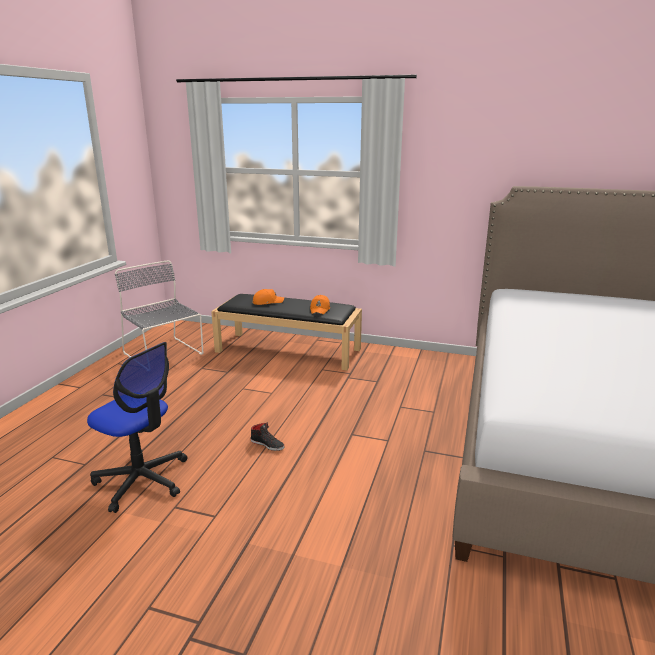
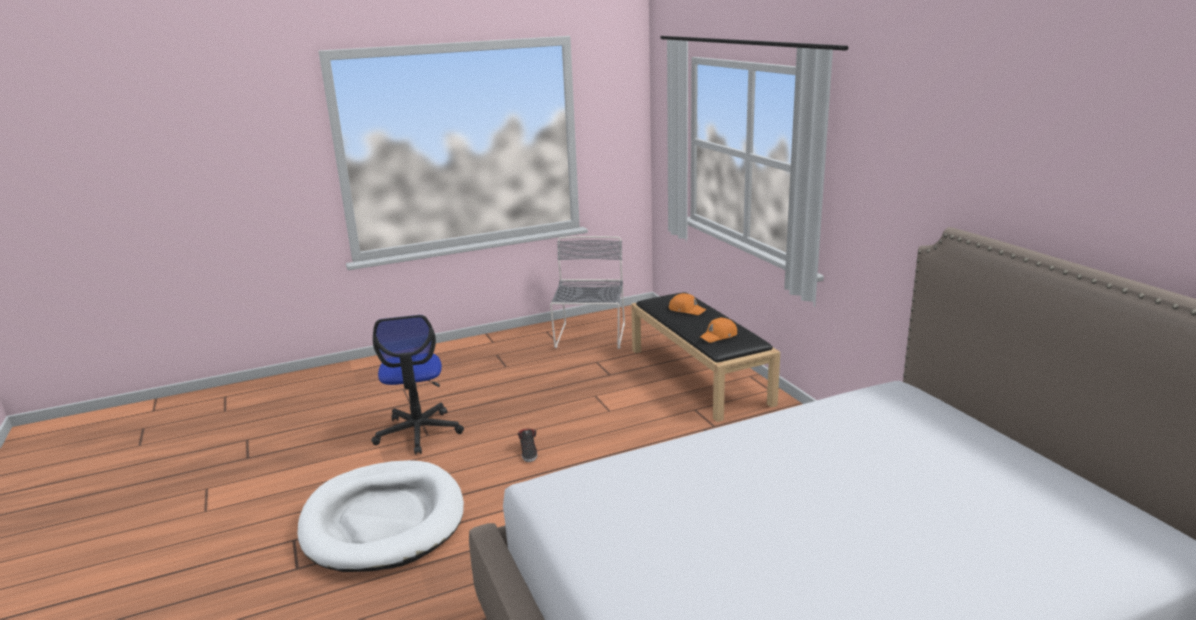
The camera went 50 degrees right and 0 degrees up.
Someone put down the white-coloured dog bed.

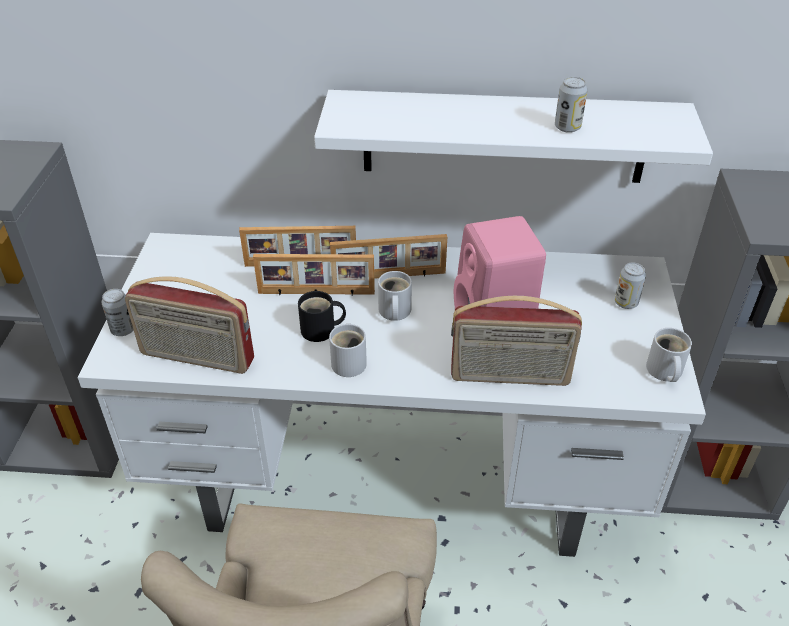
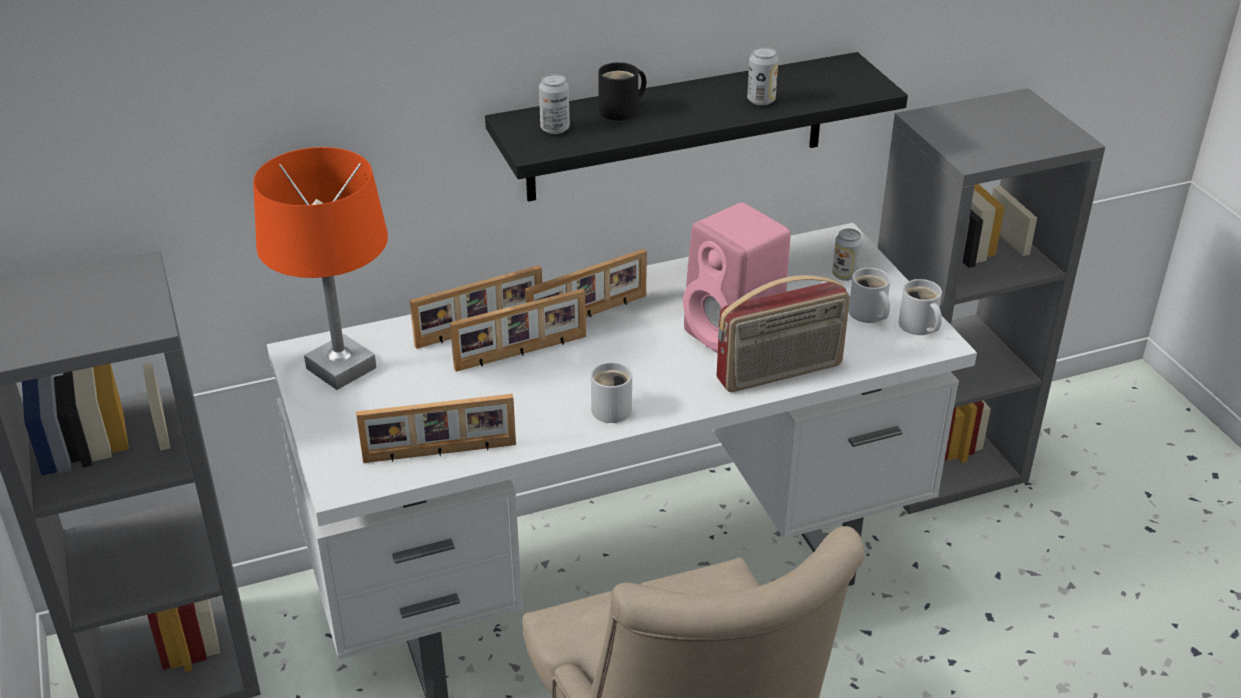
The camera went 25 degrees left and 5 degrees down.
Someone put down the orange-coloured lamp for a table.
Someone swapped the radio (no. 1 from left) for the picture frame (no. 1 from left).
Someone repainted the white-coloured shelf, which became the black-coloured shelf.
Someone carried the sealed can (no. 1 from left).
Someone carried the black-coloured mug.
Someone carried the white-coloured mug (no. 2 from left).

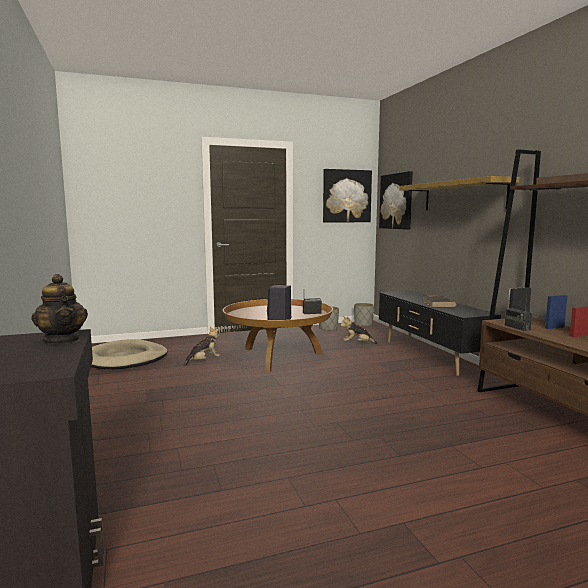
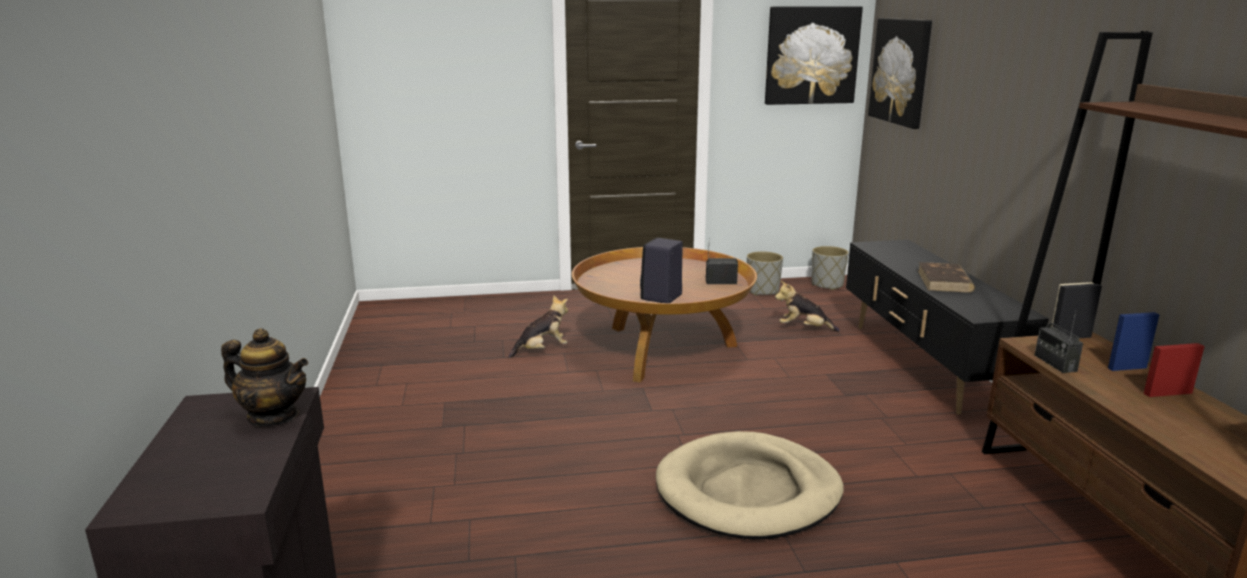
The camera went 10 degrees right and 10 degrees up.
Someone rotated the tea pot by 45 degrees counterclockwise.
Someone carried the beige dog bed.
Someone took away the shelf.

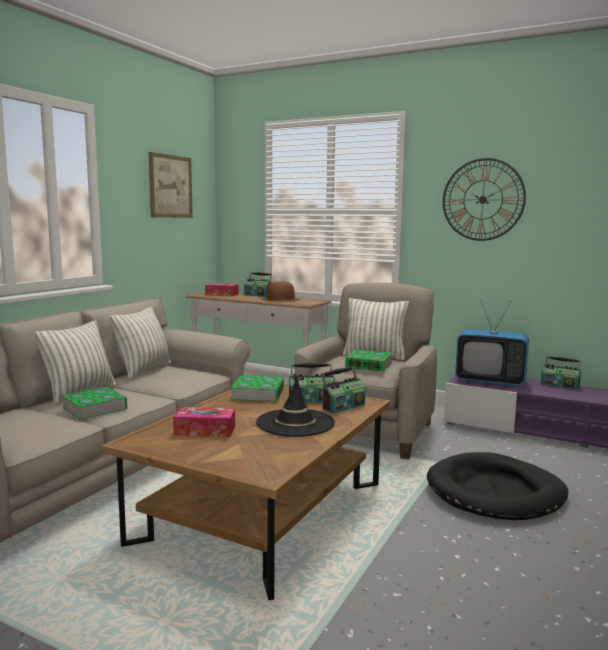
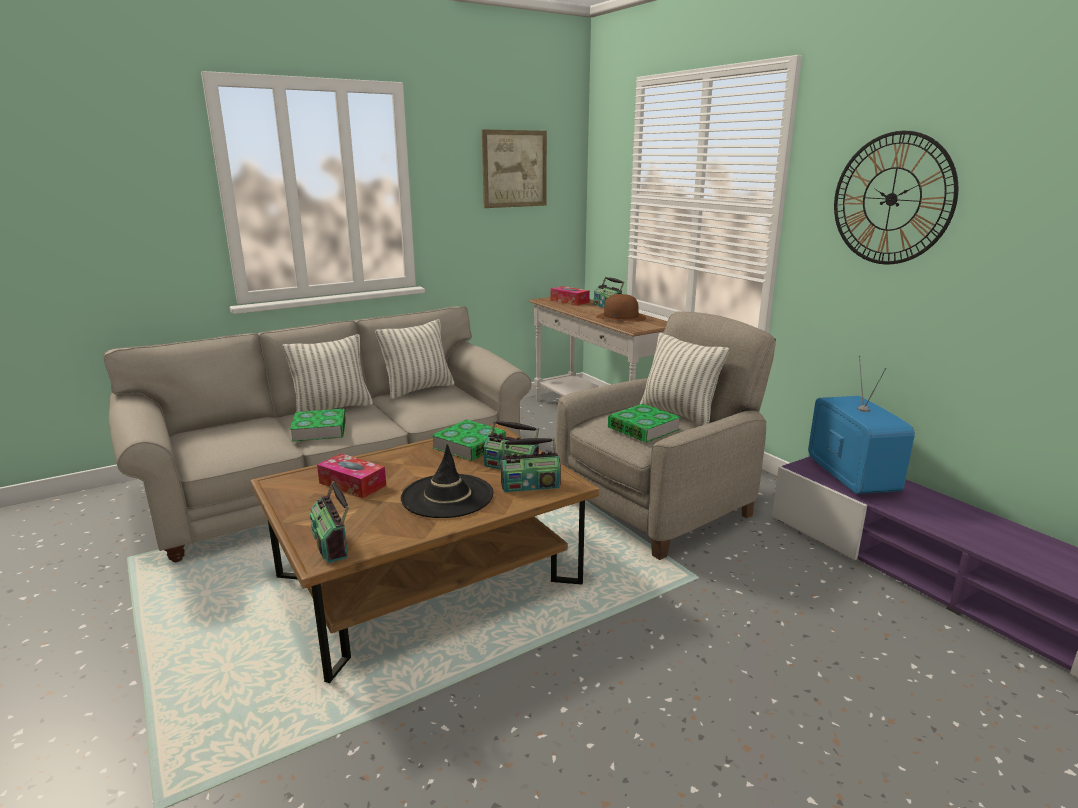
The camera went 30 degrees right and 10 degrees up.
Someone carried the radio (no. 4 from left in the first image).
Someone rotated the TV by 150 degrees counterclockwise.
Someone took away the black-coloured dog bed.

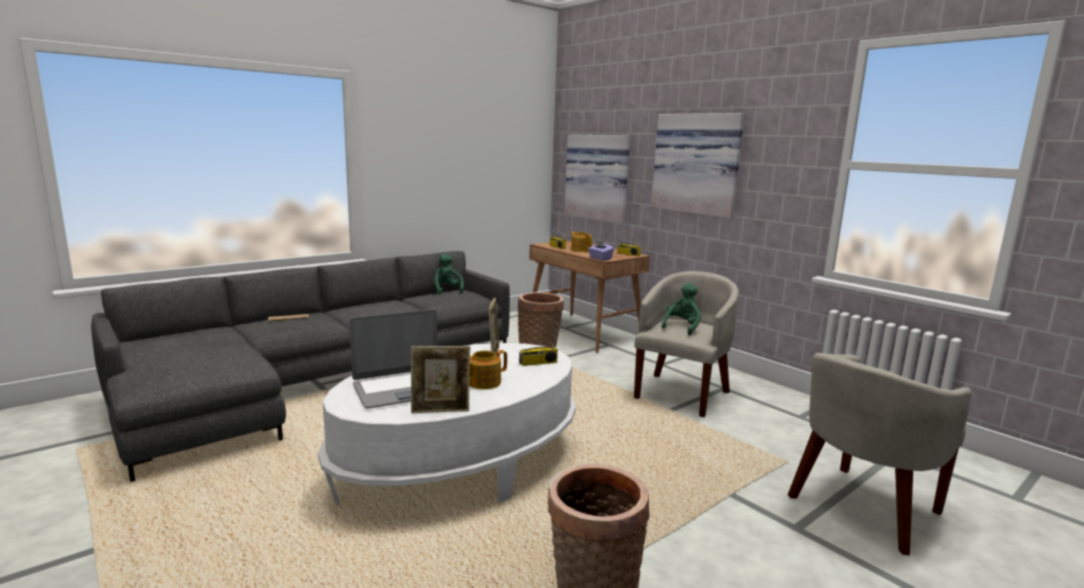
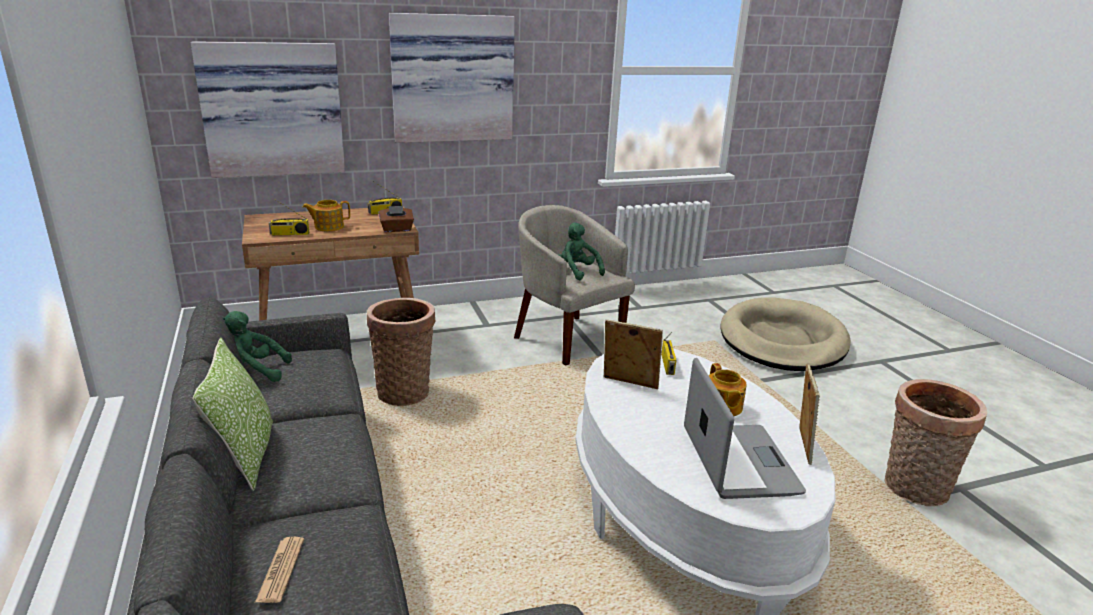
The camera went 70 degrees left and 10 degrees up.
Someone put down the throw pillow.
Someone repainted the purple-coloured box of tissues, which became the brown box of tissues.
Someone swapped the beige easy chair (no. 2 from left) for the beige dog bed.

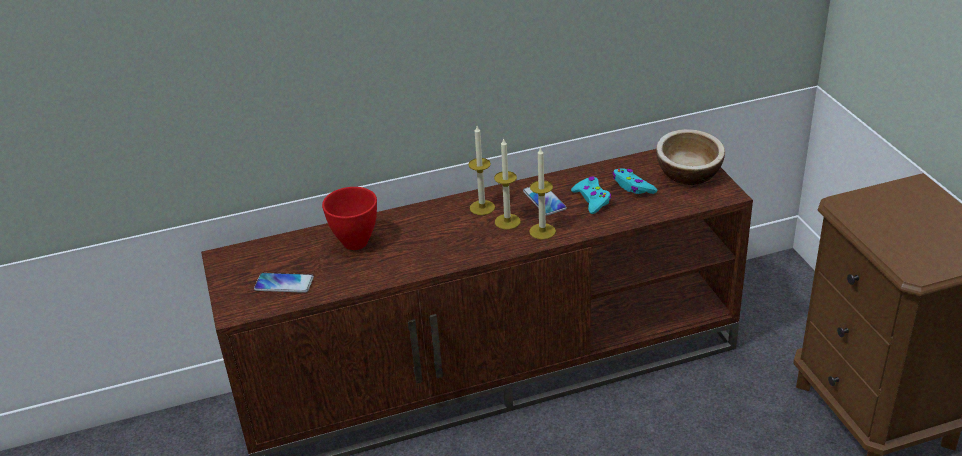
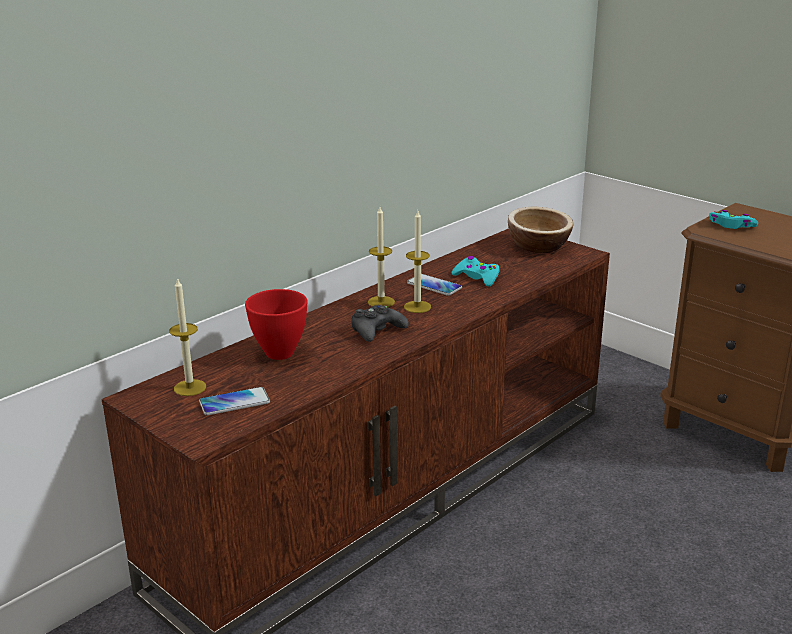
The camera went 30 degrees left and 10 degrees down.
Someone carried the candle (no. 3 from left in the first image).
Someone put down the black-coloured game controller.
Someone carried the turquoise game controller (no. 2 from left).

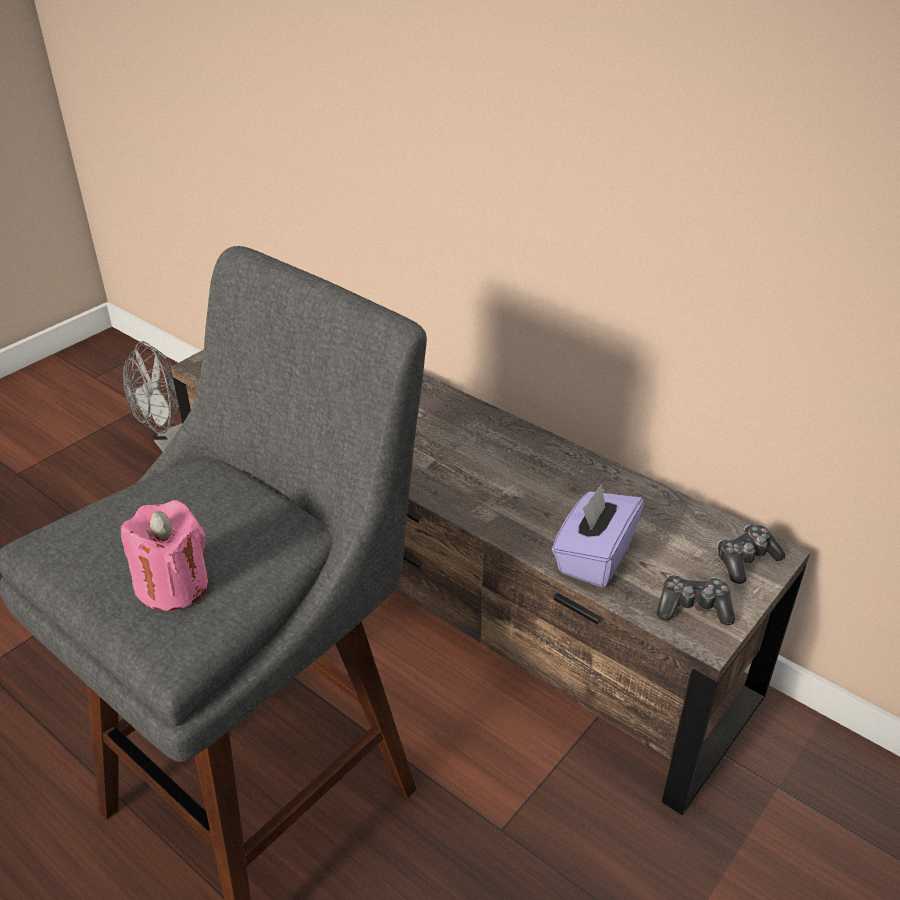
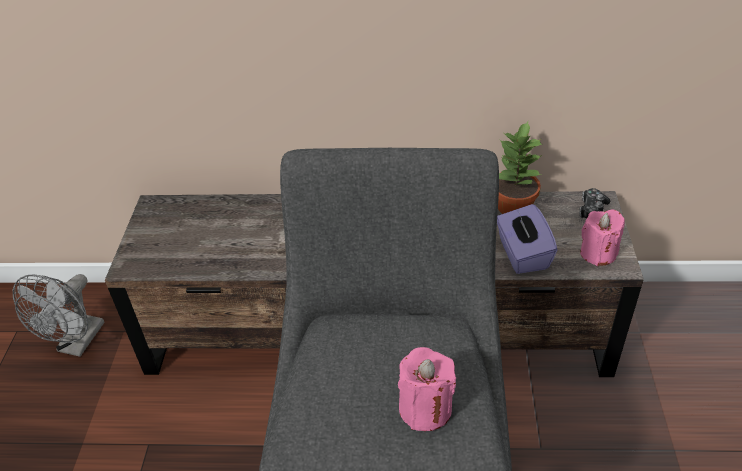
The camera went 35 degrees left and 5 degrees up.
Someone put down the houseplant.
Someone swapped the game controller (no. 1 from left) for the pink-coloured candle (no. 2 from left).

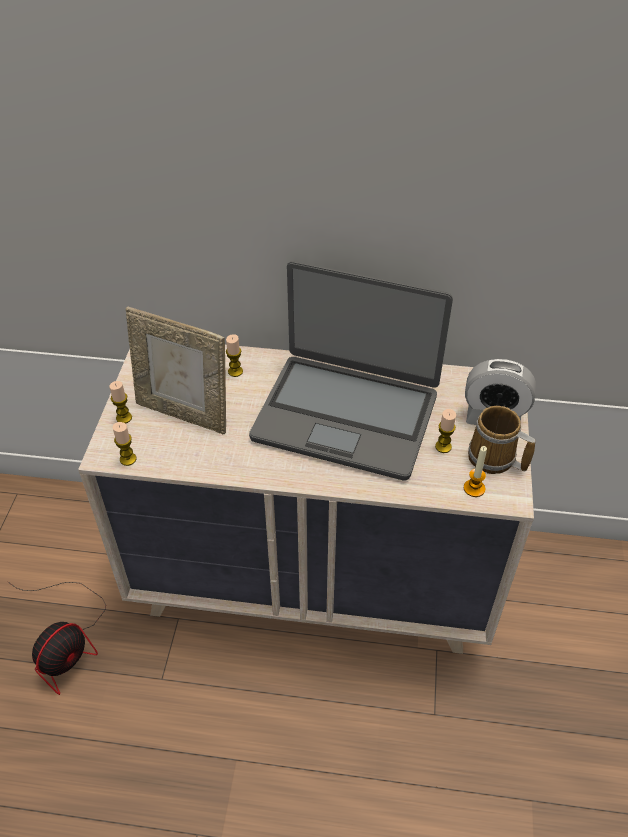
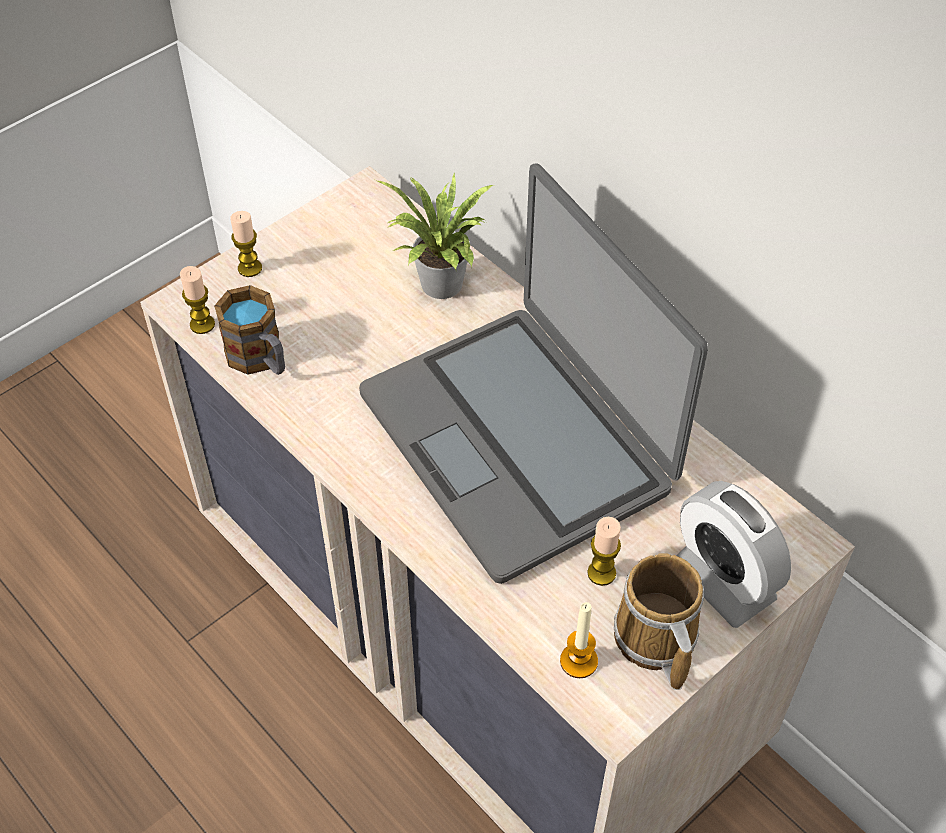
The camera went 40 degrees right and 5 degrees up.
Someone put down the mug (no. 1 from left).
Someone swapped the candle (no. 3 from left) for the houseplant.
Someone took away the cooling fan.
Someone took away the picture frame.

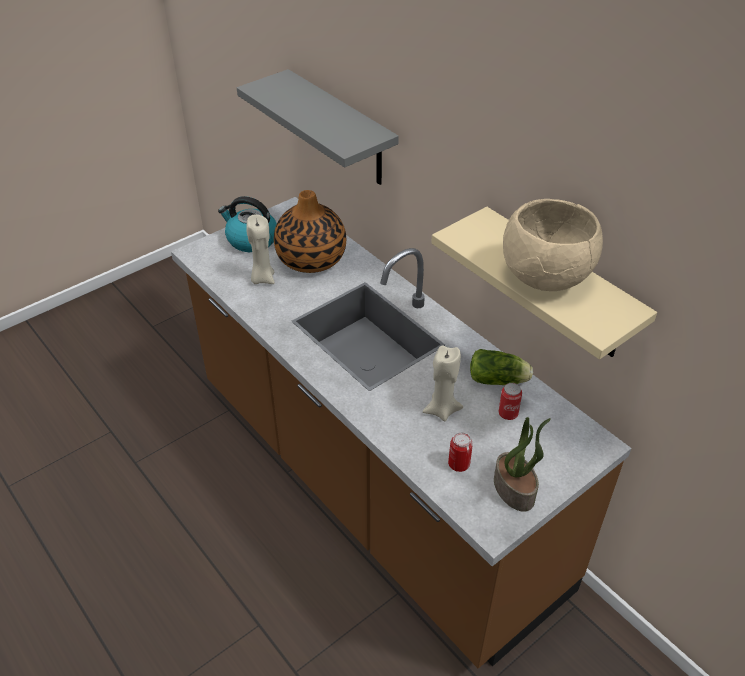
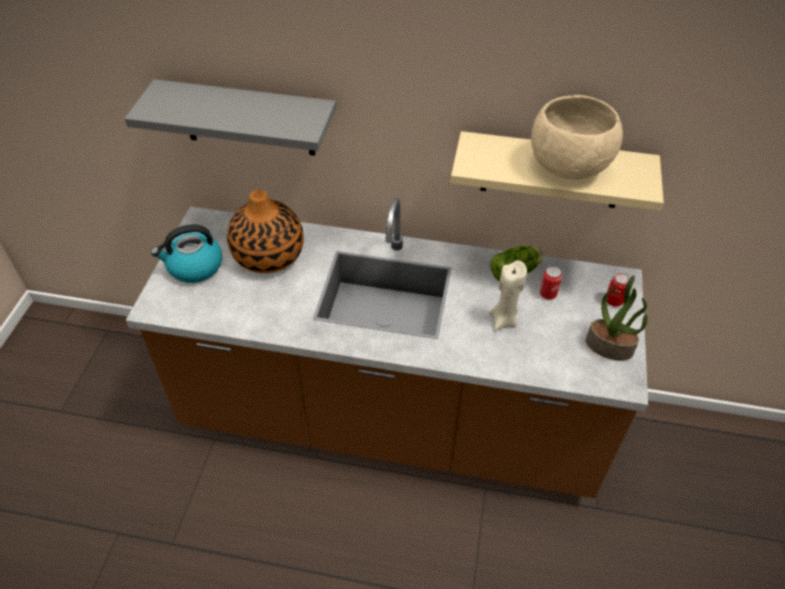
The camera went 40 degrees left and 5 degrees up.
Someone carried the sealed can (no. 1 from left in the first image).
Someone took away the beige candle (no. 1 from left).

